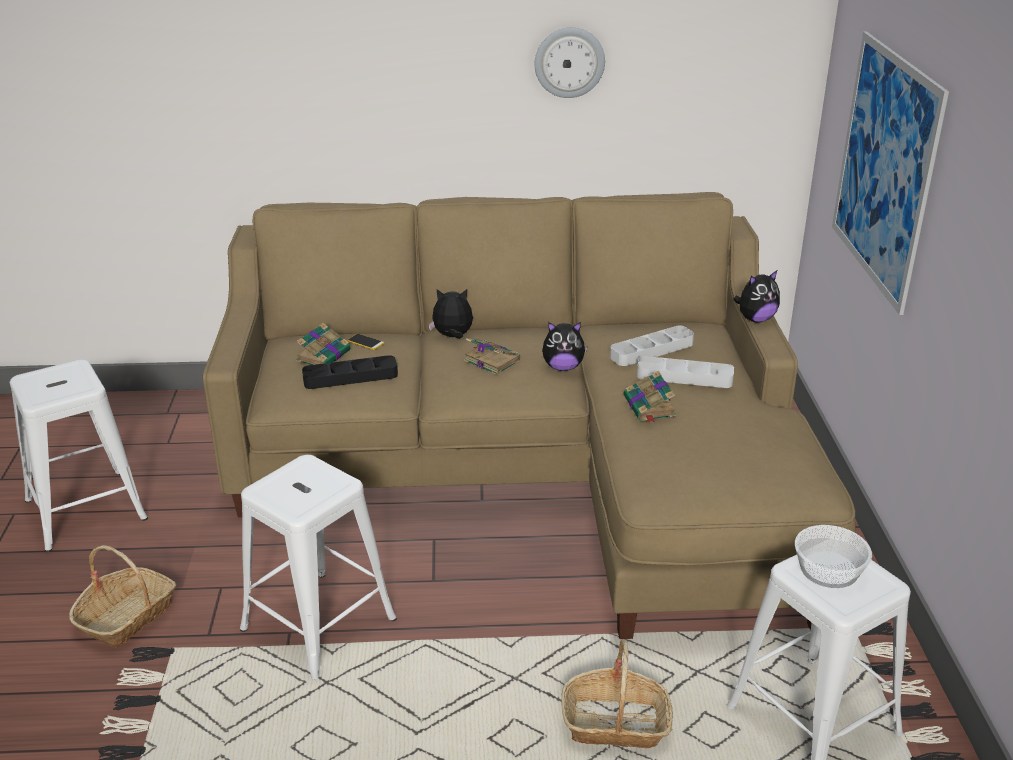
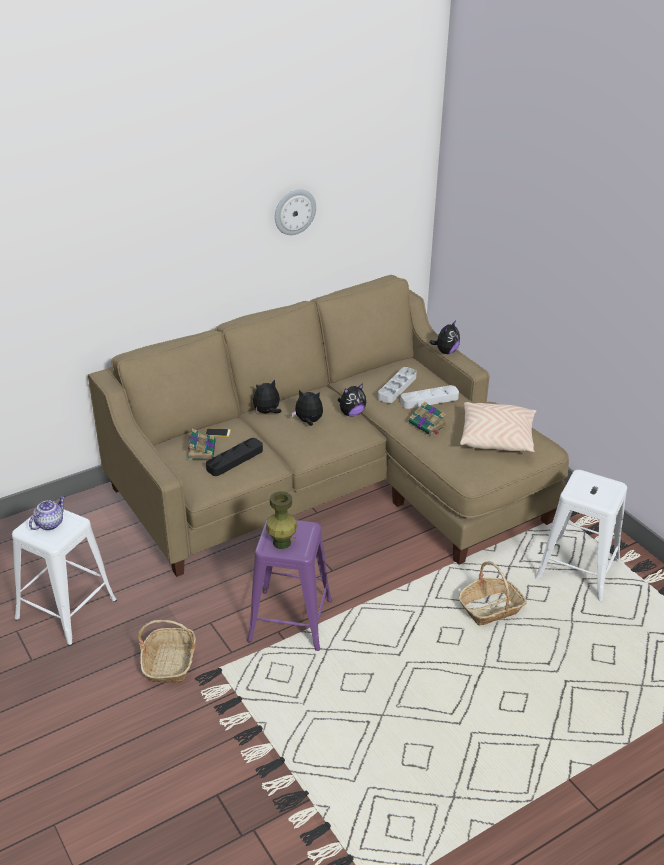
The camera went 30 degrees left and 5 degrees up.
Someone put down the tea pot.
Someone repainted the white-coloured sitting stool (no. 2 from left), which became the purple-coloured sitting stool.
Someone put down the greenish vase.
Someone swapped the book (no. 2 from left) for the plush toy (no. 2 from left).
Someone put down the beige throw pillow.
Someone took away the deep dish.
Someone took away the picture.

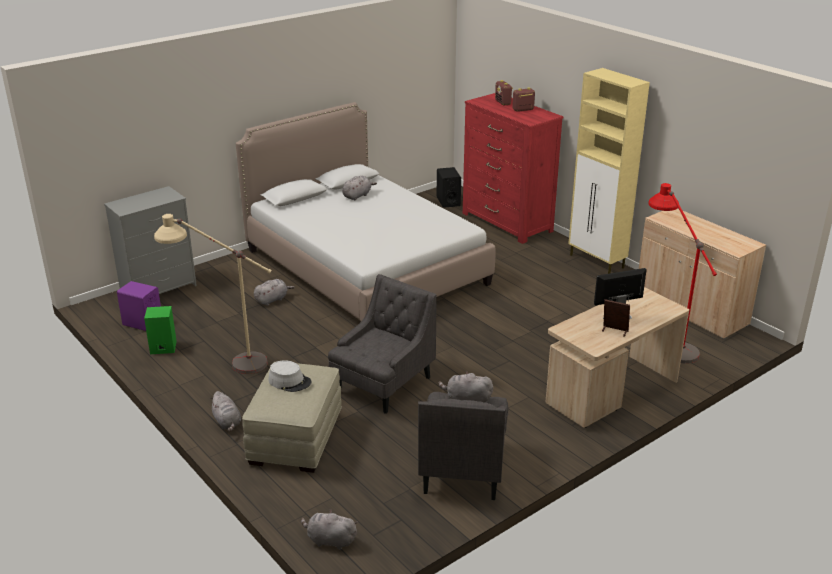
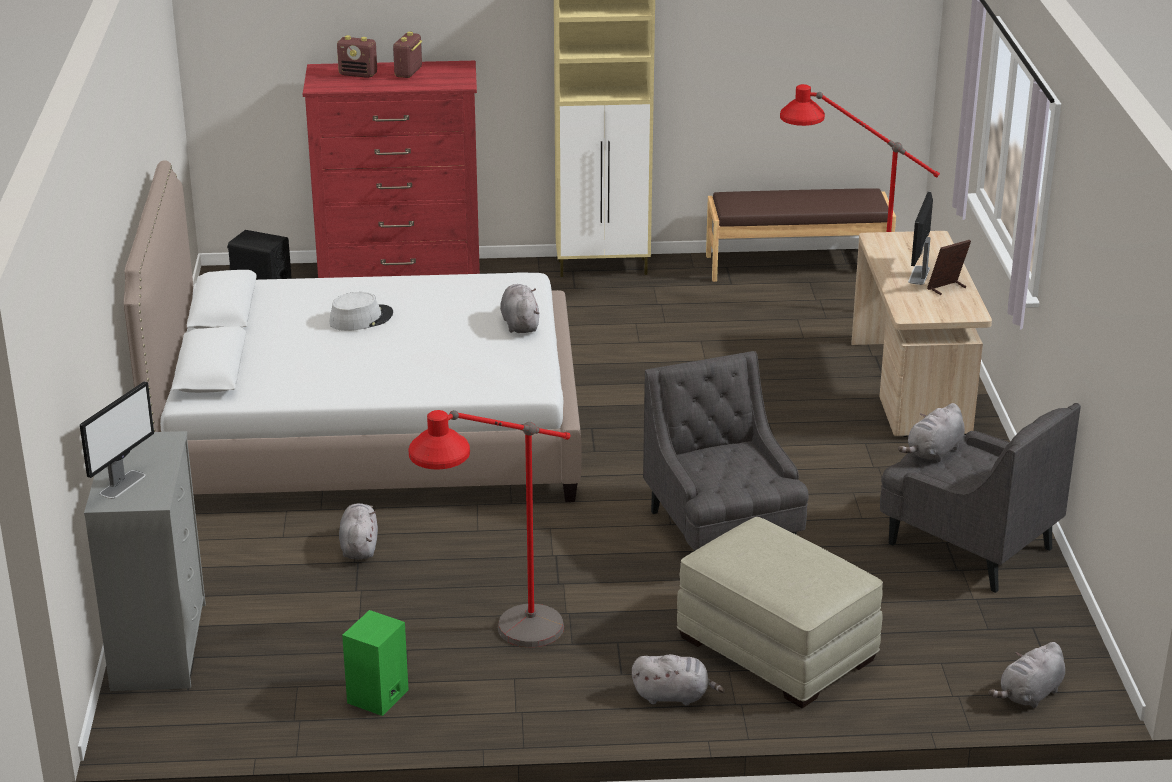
The camera went 55 degrees left and 0 degrees up.
Someone put down the computer screen (no. 1 from left).
Someone carried the gray hat.
Someone repainted the beige standing lamp, which became the red standing lamp (no. 1 from left).
Someone carried the gray plush toy (no. 4 from left in the first image).
Someone swapped the beige cabinet (no. 2 from left) for the brown long seat.
Someone took away the purple-coloured loudspeaker.

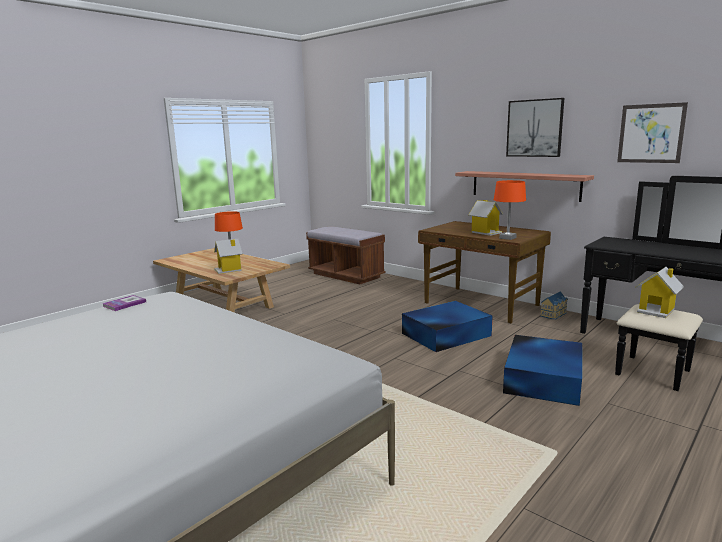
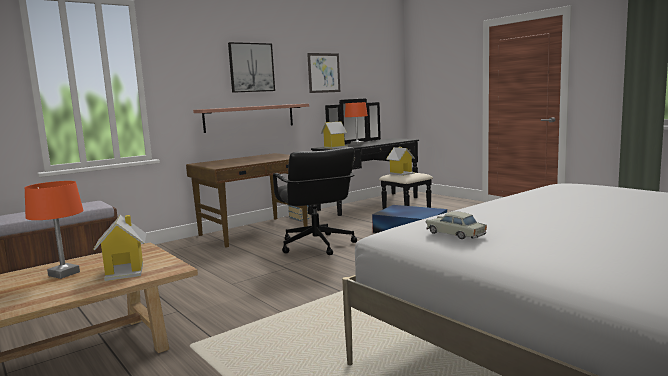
The camera went 80 degrees left and 5 degrees down.
Someone swapped the bluish storage bin (no. 1 from left) for the black-coloured desk chair.
Someone carried the toy house (no. 2 from left in the first image).
Someone carried the orange-coloured lamp for a table (no. 2 from left).
Someone swapped the book for the beige toy car.

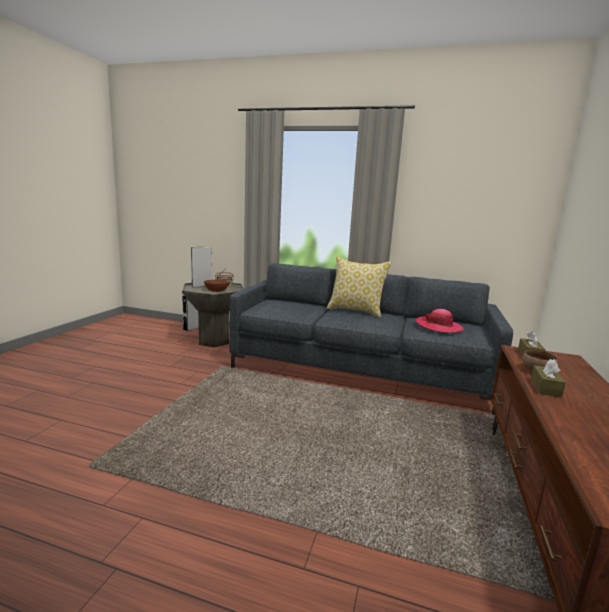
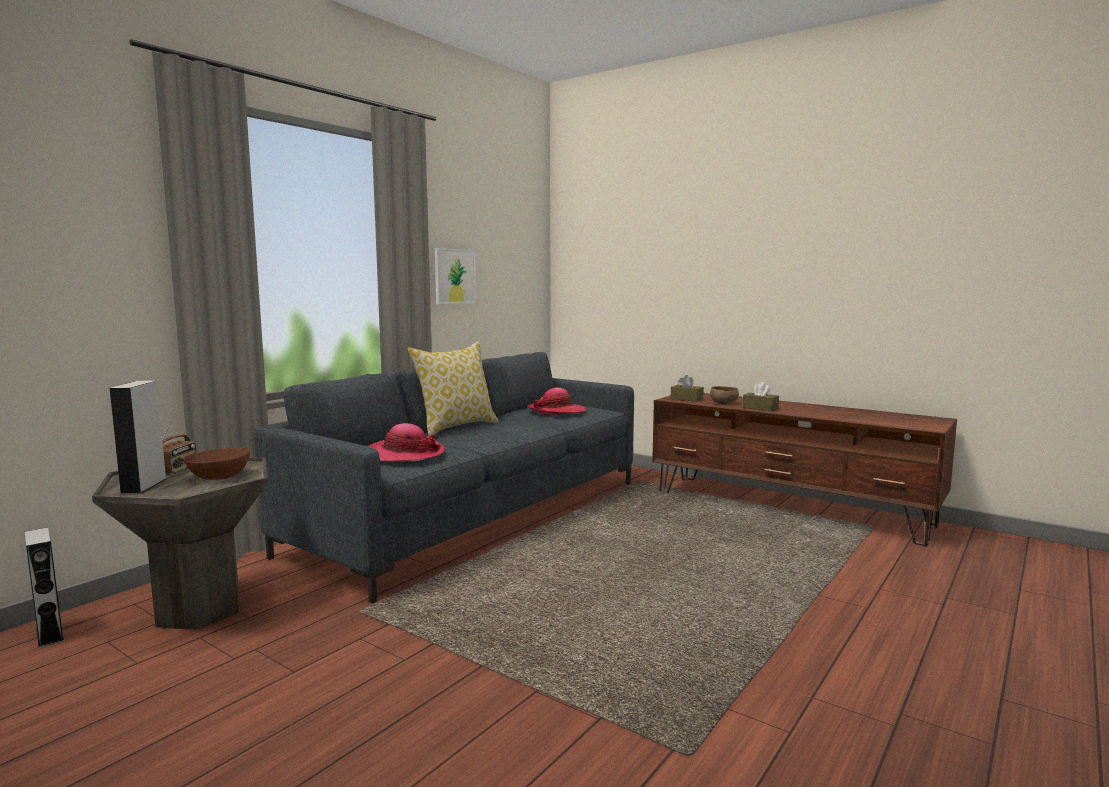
The camera went 70 degrees left and 5 degrees down.
Someone put down the hat (no. 1 from left).
Someone put up the picture.

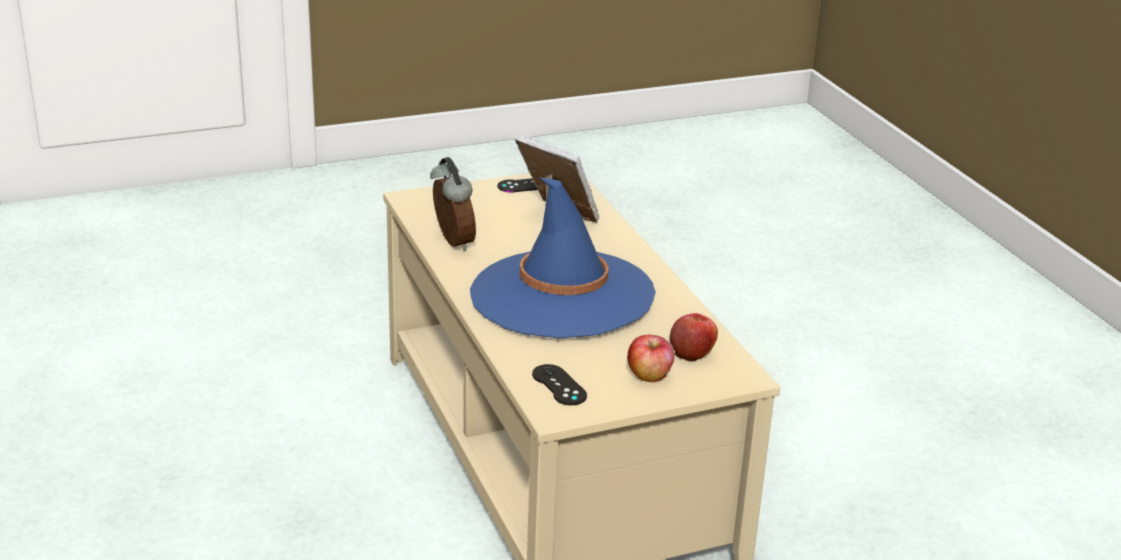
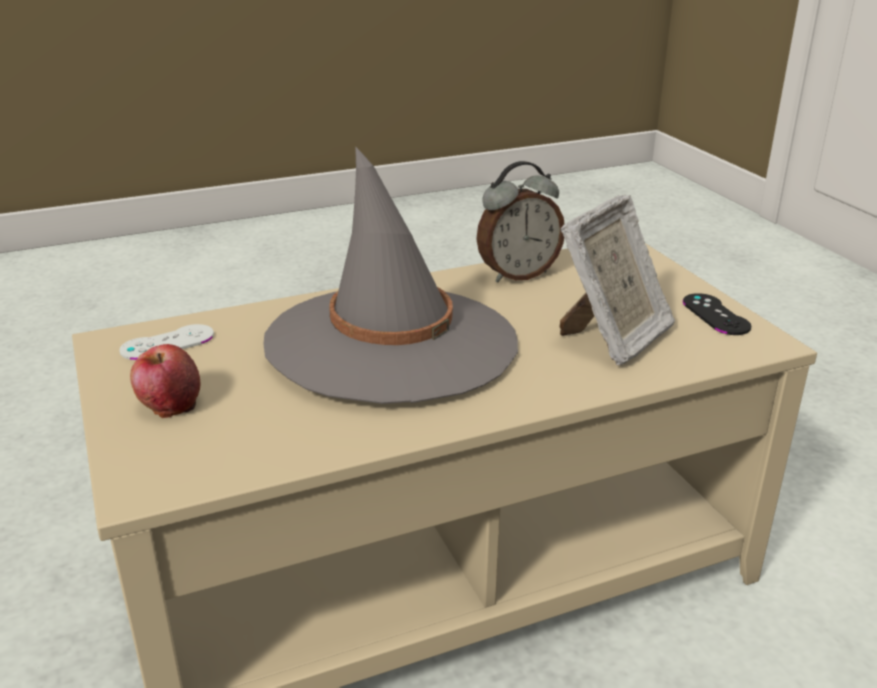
The camera went 90 degrees right and 0 degrees up.
Someone repainted the black-coloured game controller (no. 2 from left), which became the white-coloured game controller.
Someone repainted the bluish hat, which became the gray hat.
Someone took away the apple fruit (no. 2 from left).

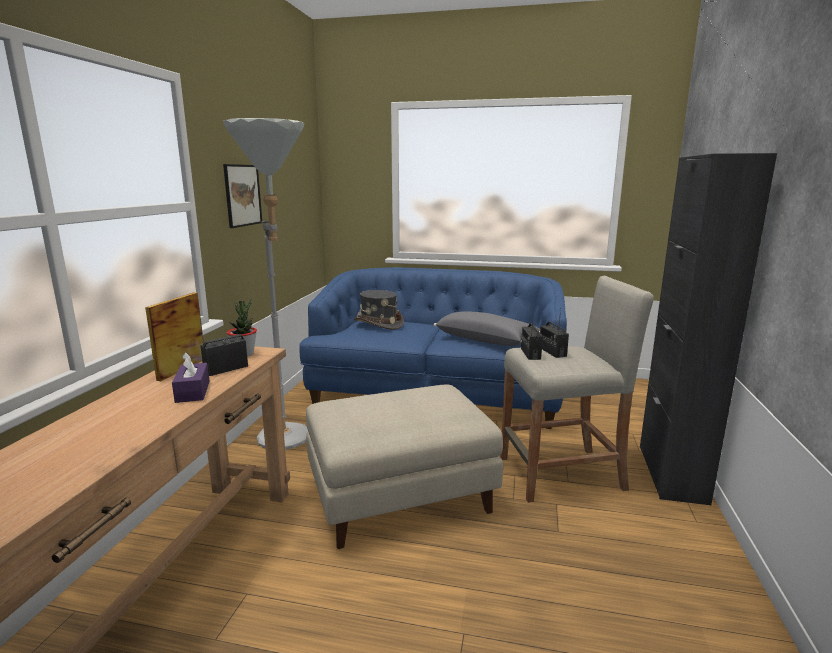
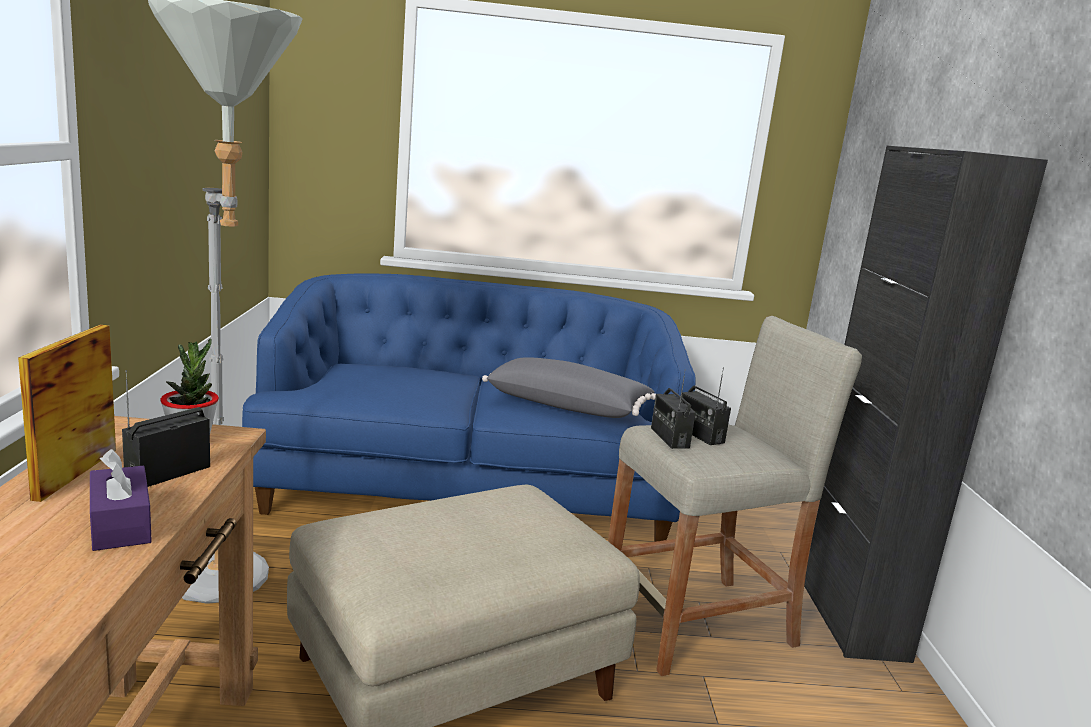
The camera went 15 degrees left and 0 degrees up.
Someone took away the picture.
Someone took away the gray hat.

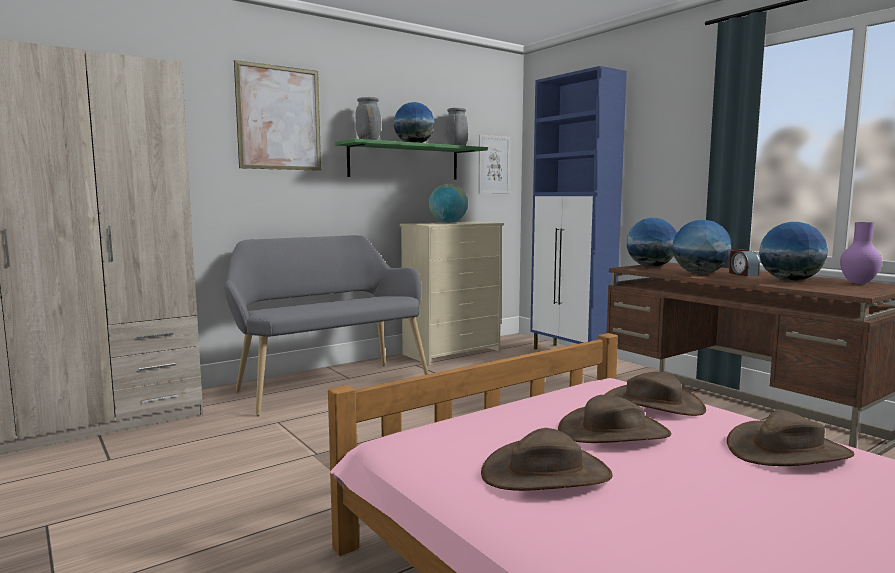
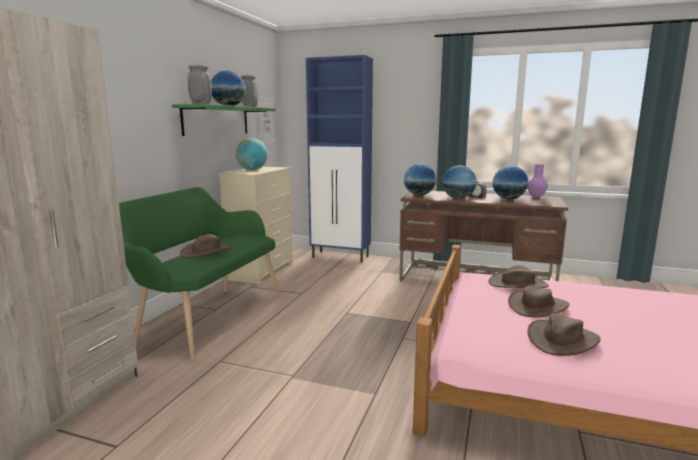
The camera went 35 degrees left and 5 degrees up.
Someone repainted the gray long seat, which became the greenish long seat.
Someone carried the brown hat (no. 4 from left in the first image).
Someone took away the picture (no. 1 from left).

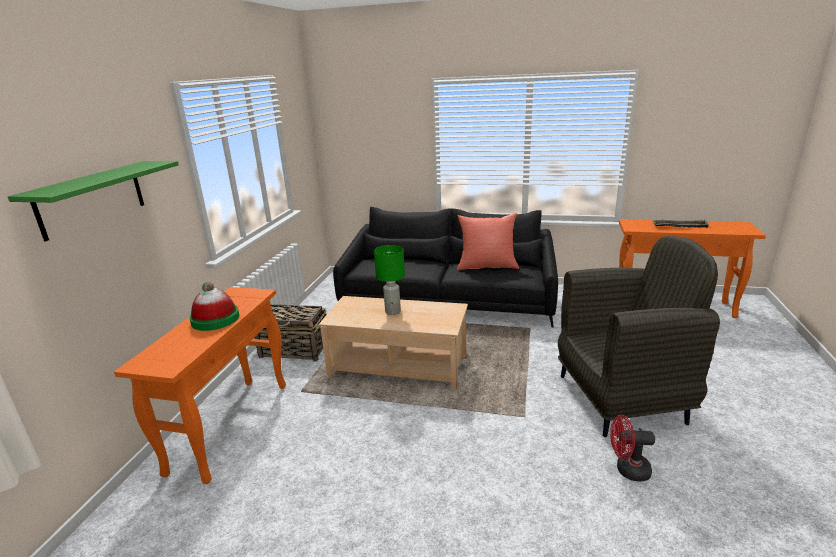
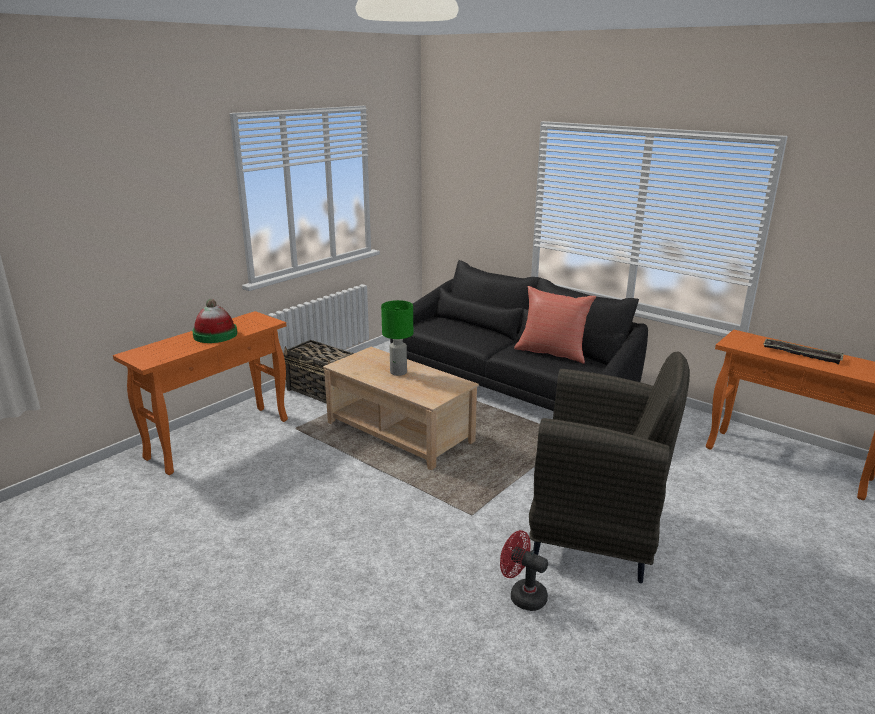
The camera went 25 degrees right and 0 degrees up.
Someone took away the greenish shelf.

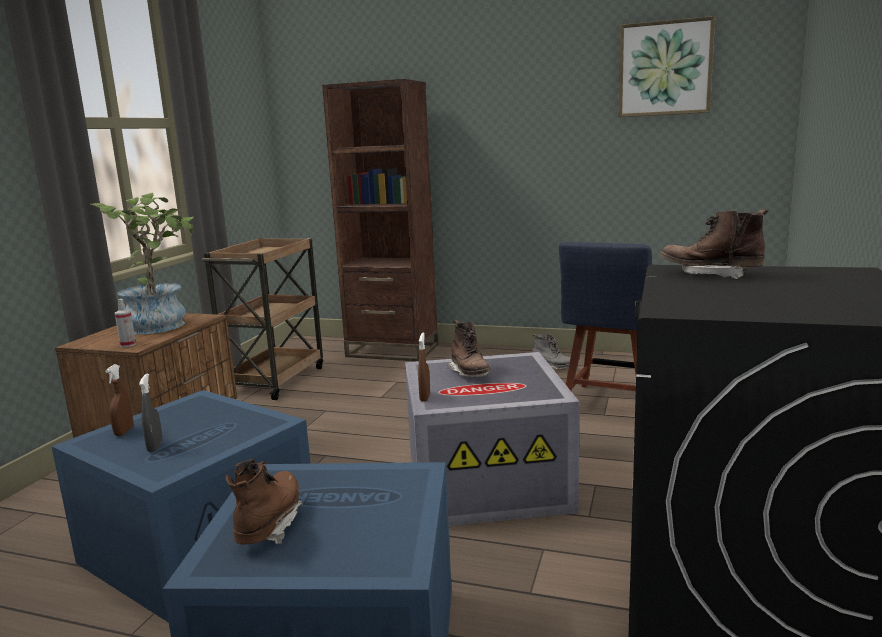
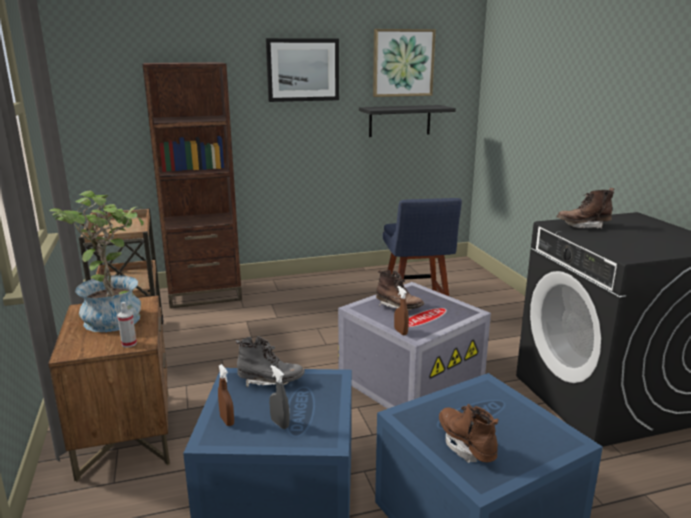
The camera went 35 degrees left and 5 degrees up.
Someone carried the gray tall boot.
Someone put up the picture (no. 1 from left).
Someone put up the black-coloured shelf.

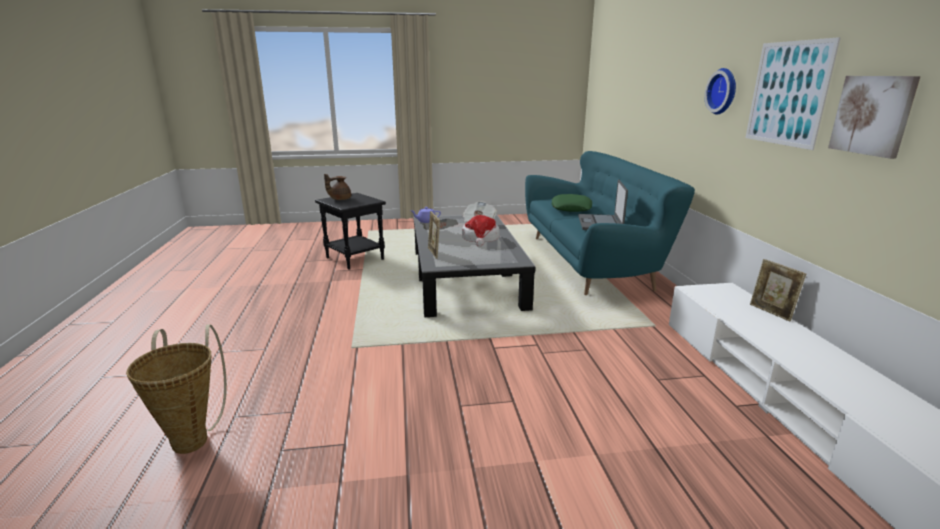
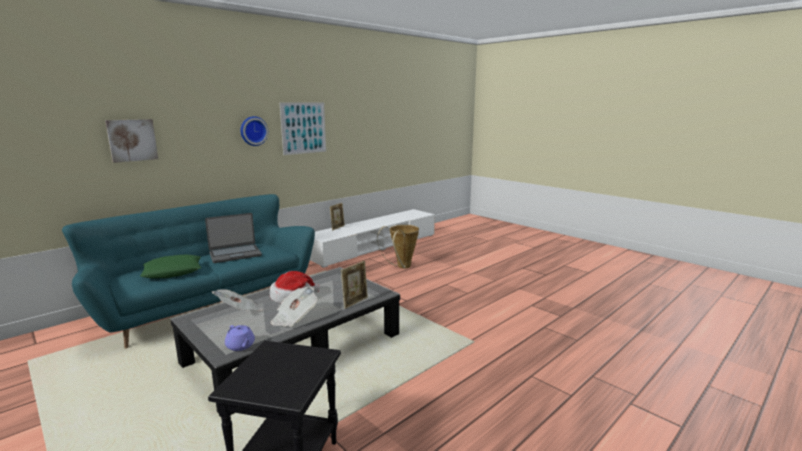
The camera went 125 degrees left and 5 degrees down.
Someone carried the picture (no. 2 from left in the first image).
Someone carried the basket.
Someone took away the brown tea pot.

